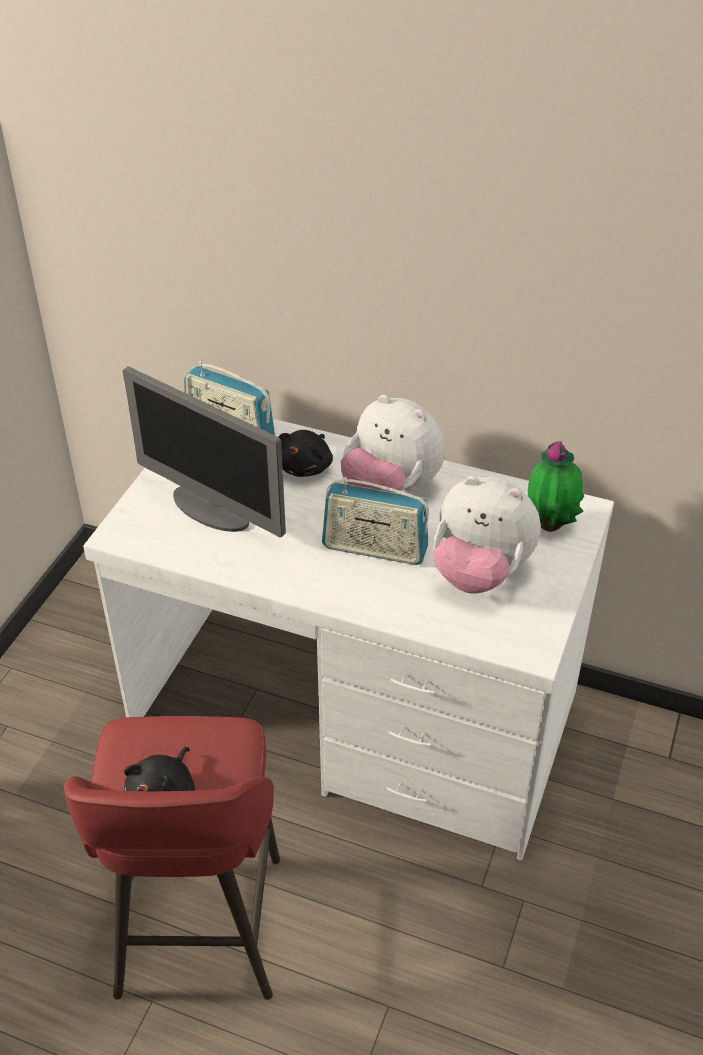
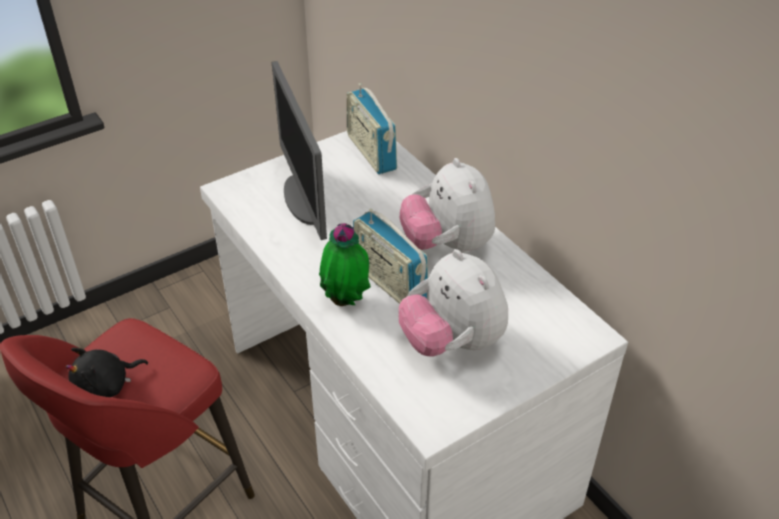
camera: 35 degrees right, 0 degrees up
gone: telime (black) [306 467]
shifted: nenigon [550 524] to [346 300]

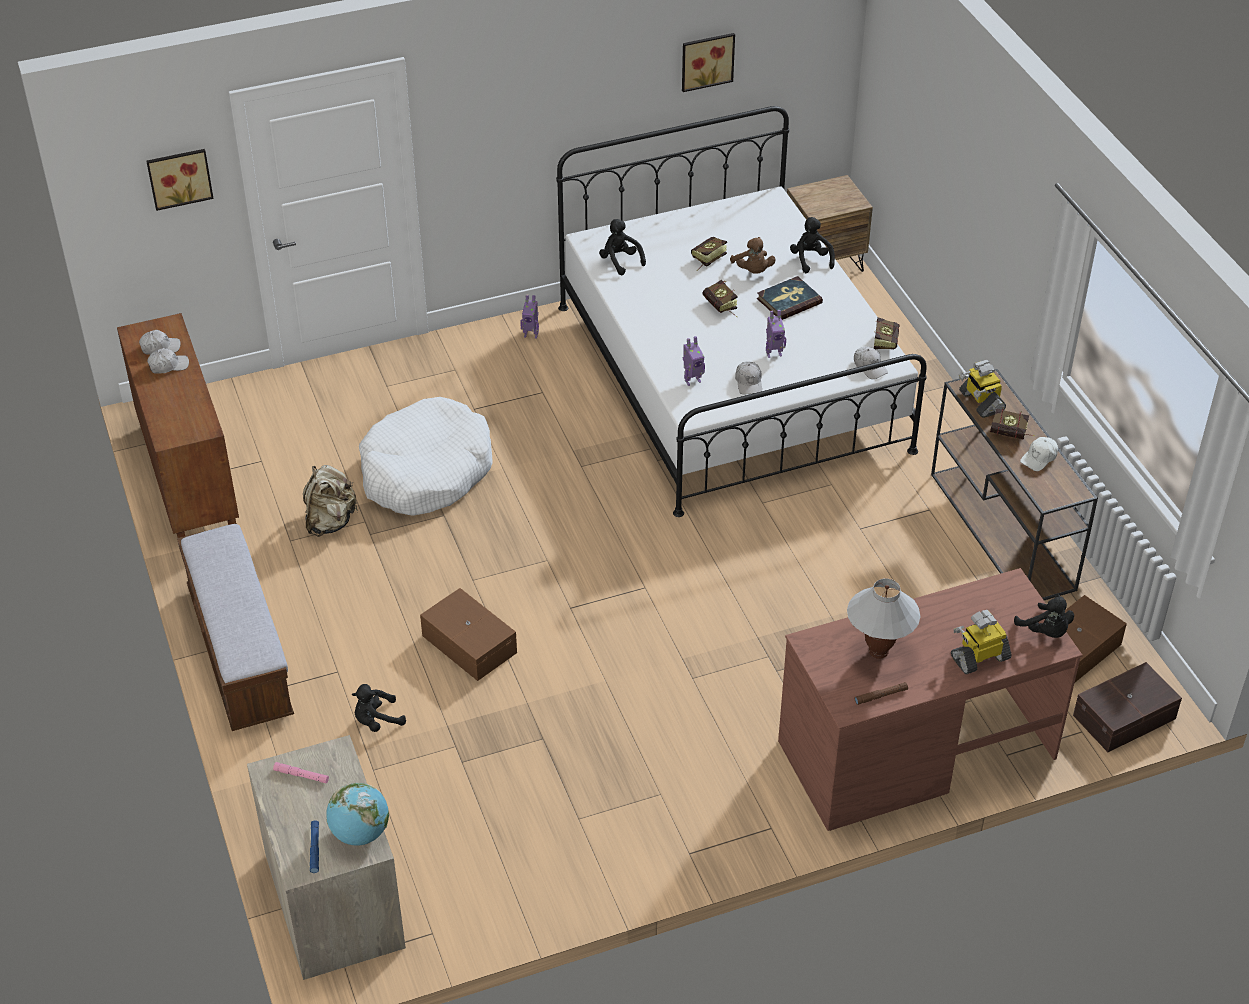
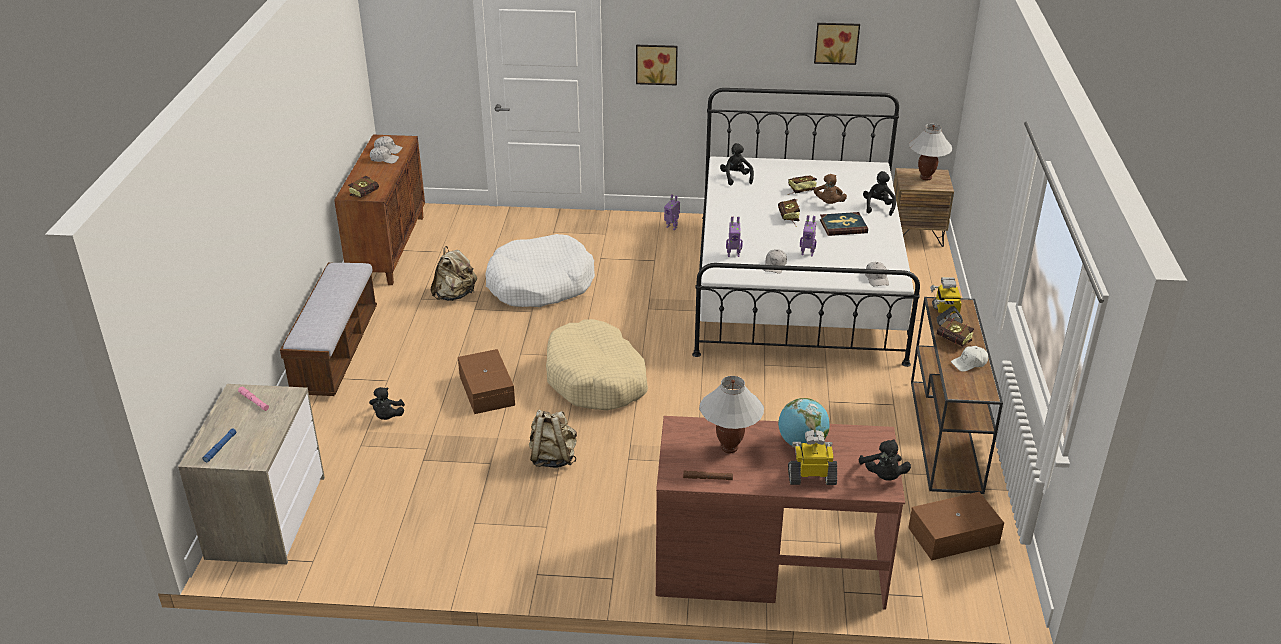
camera: 25 degrees right, 10 degrees down
gone: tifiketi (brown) [1126 718]
new: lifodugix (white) [926 178]; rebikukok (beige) [596 379]; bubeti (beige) [553 458]
shifted: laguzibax [179 177] to [656 63]; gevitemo [885 340] to [367 194]; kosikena [360 833] to [802 443]
rotated: telime (black) [377 721] = [388 417] 90 degrees counterclockwise

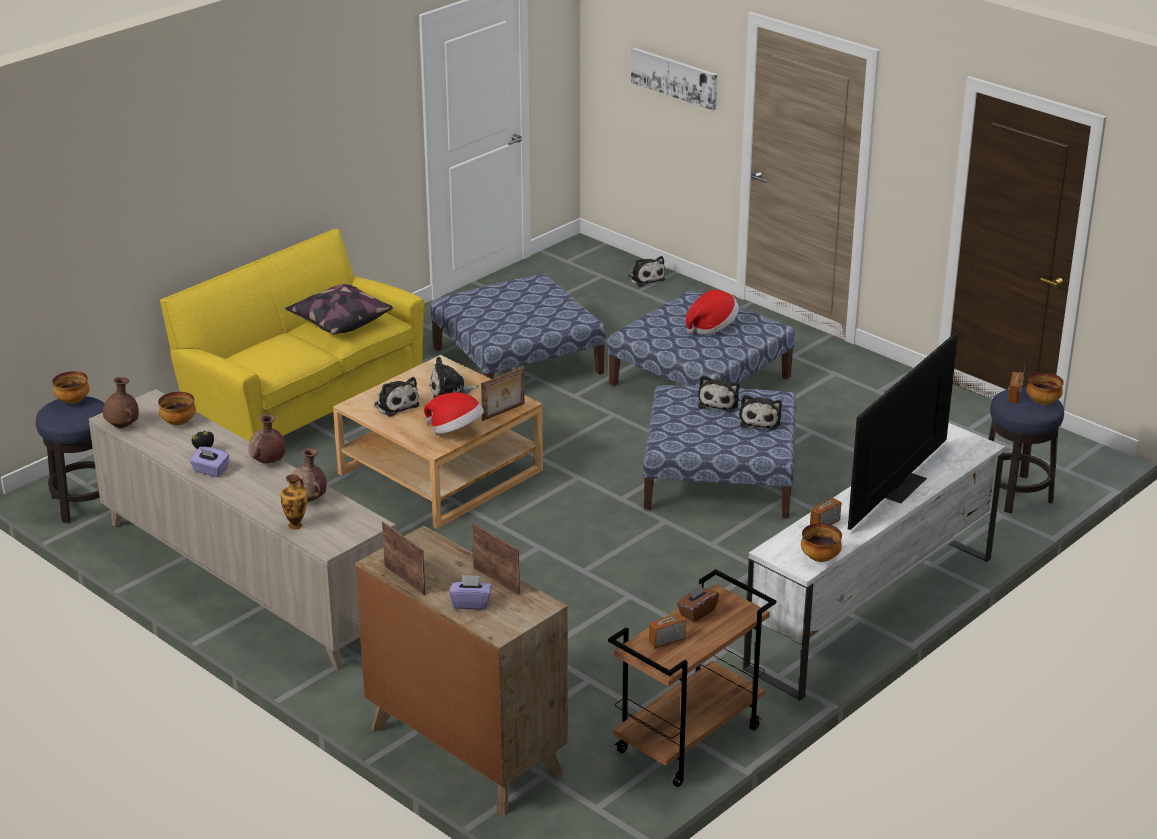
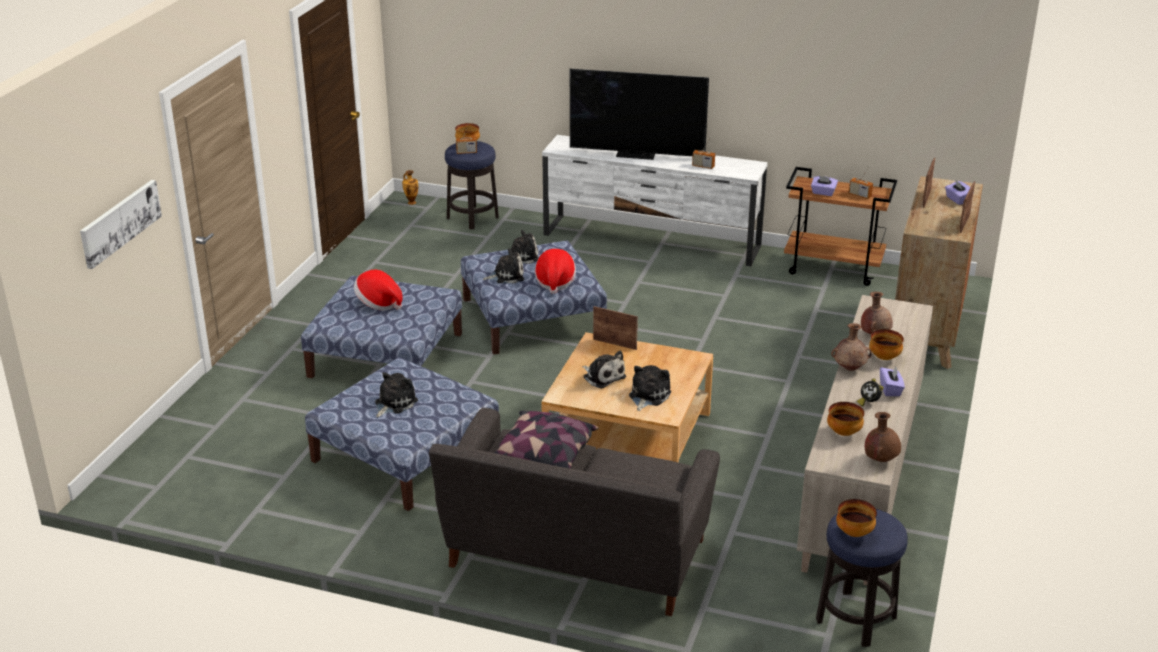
camera: 115 degrees left, 0 degrees up
shifted: telime [645 278] to [394 403]; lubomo [455 431] to [555 282]; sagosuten [296 525] to [411 202]; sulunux [820 558] to [884 357]
repainted: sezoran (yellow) [302 404] to sezoran (grey) [575 555]; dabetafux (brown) [697 612] to dabetafux (purple) [823 193]

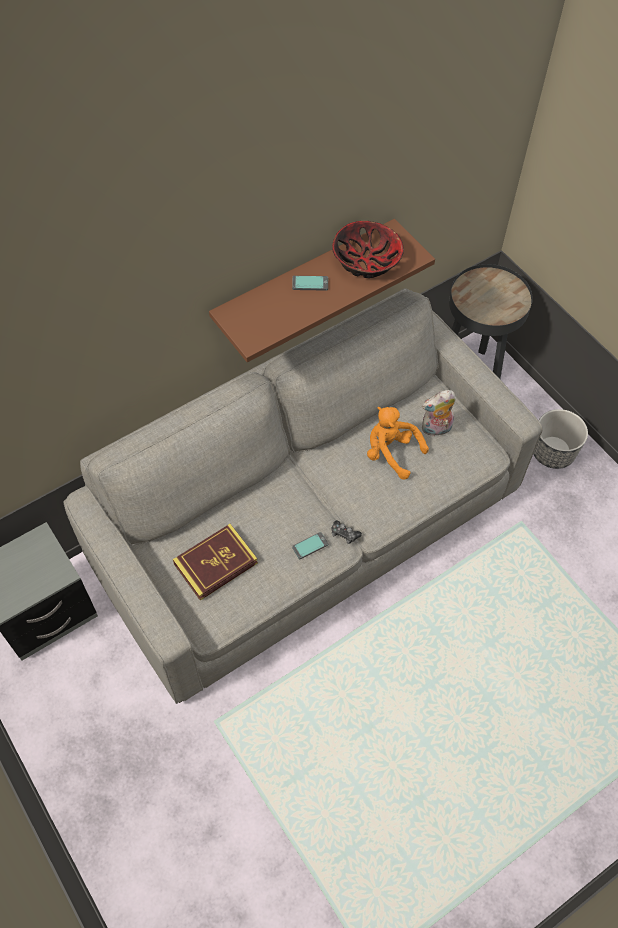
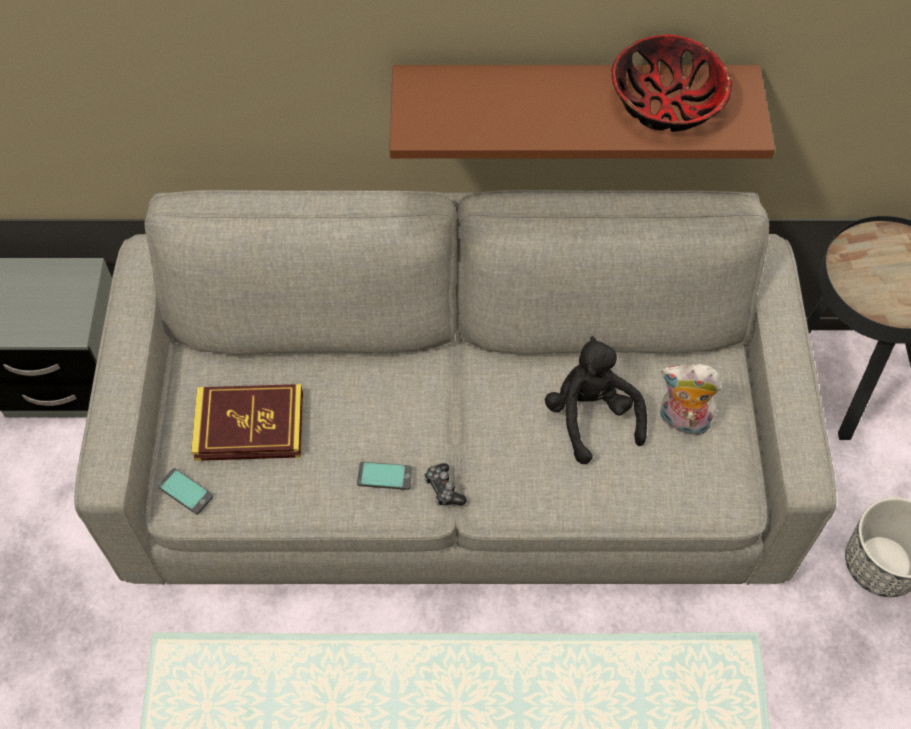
camera: 35 degrees right, 0 degrees up
shifted: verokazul [310 283] to [186 491]
repainted: telime (orange) [391 453] to telime (black) [591 417]

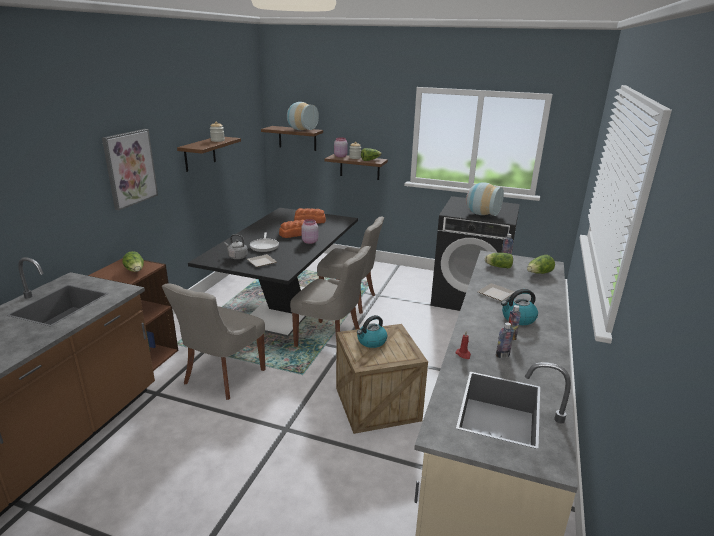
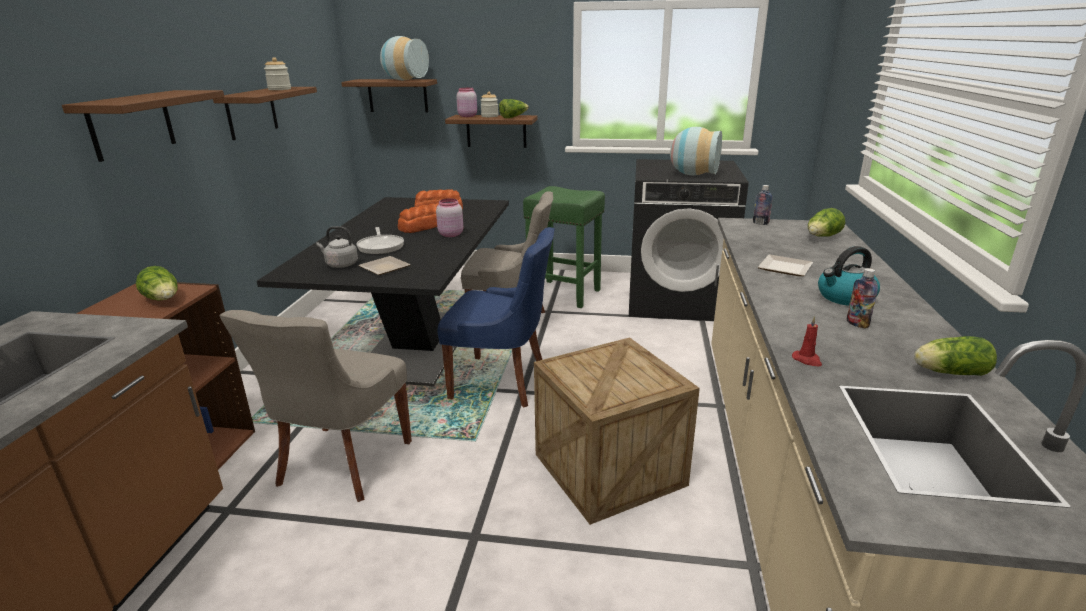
camera: 10 degrees left, 0 degrees up
gone: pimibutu [371 341]; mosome [502 355]
new: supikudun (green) [565 294]
shifted: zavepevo [497 266] to [947 372]
swapped: laguzibax [130 168] to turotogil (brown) [131 124]
repainted: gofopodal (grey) [330 340] to gofopodal (blue) [501 382]

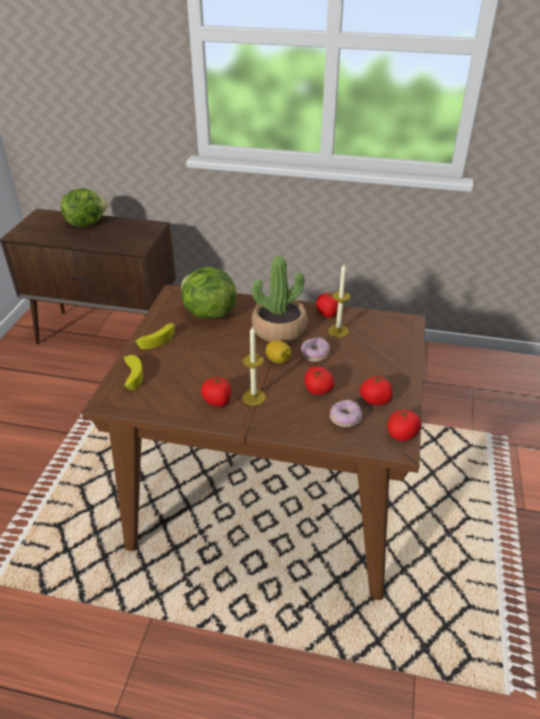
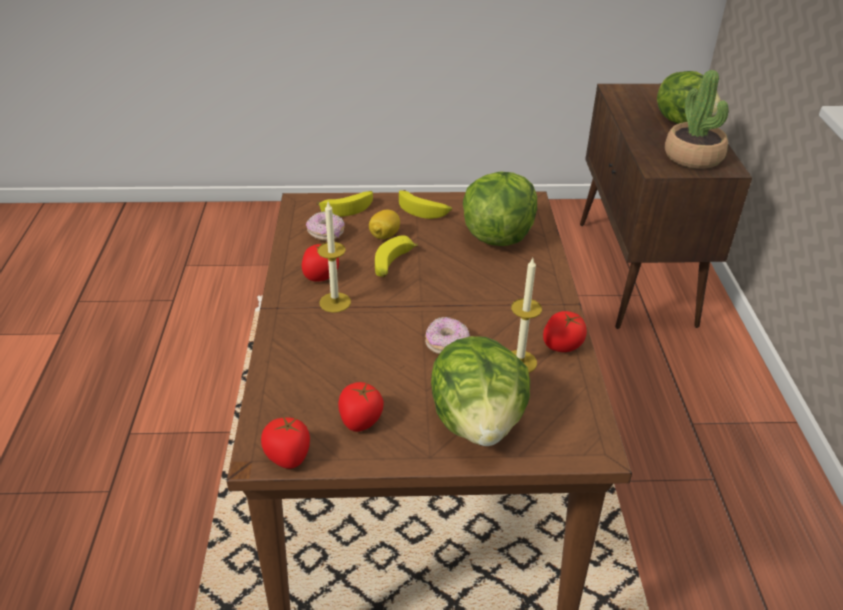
camera: 75 degrees right, 0 degrees up
gone: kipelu [317 390]
new: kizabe [393 265]; zavepevo [478 421]
shifted: nenigon [279 329] to [693 157]; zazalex [278 360] to [384 236]; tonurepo [345 419] to [326 234]

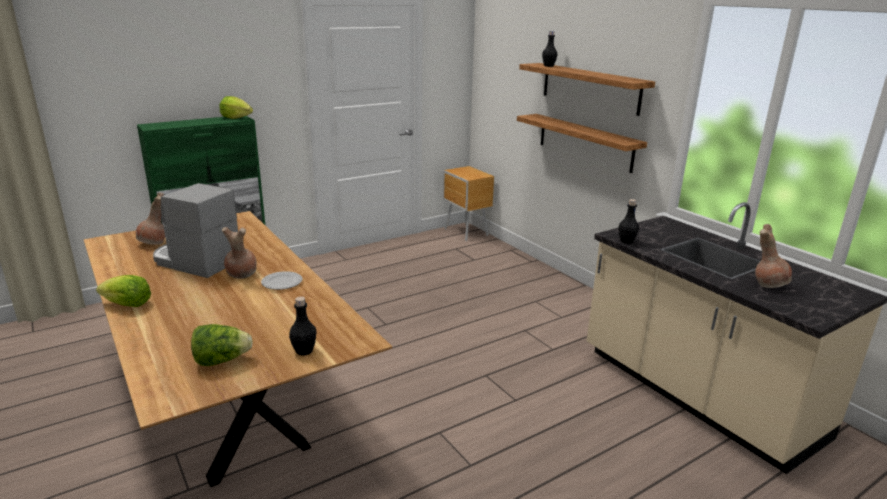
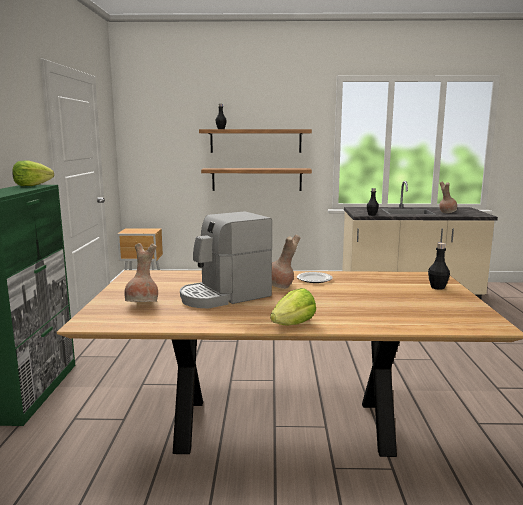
camera: 55 degrees left, 10 degrees down
gone: zavepevo [221 360]

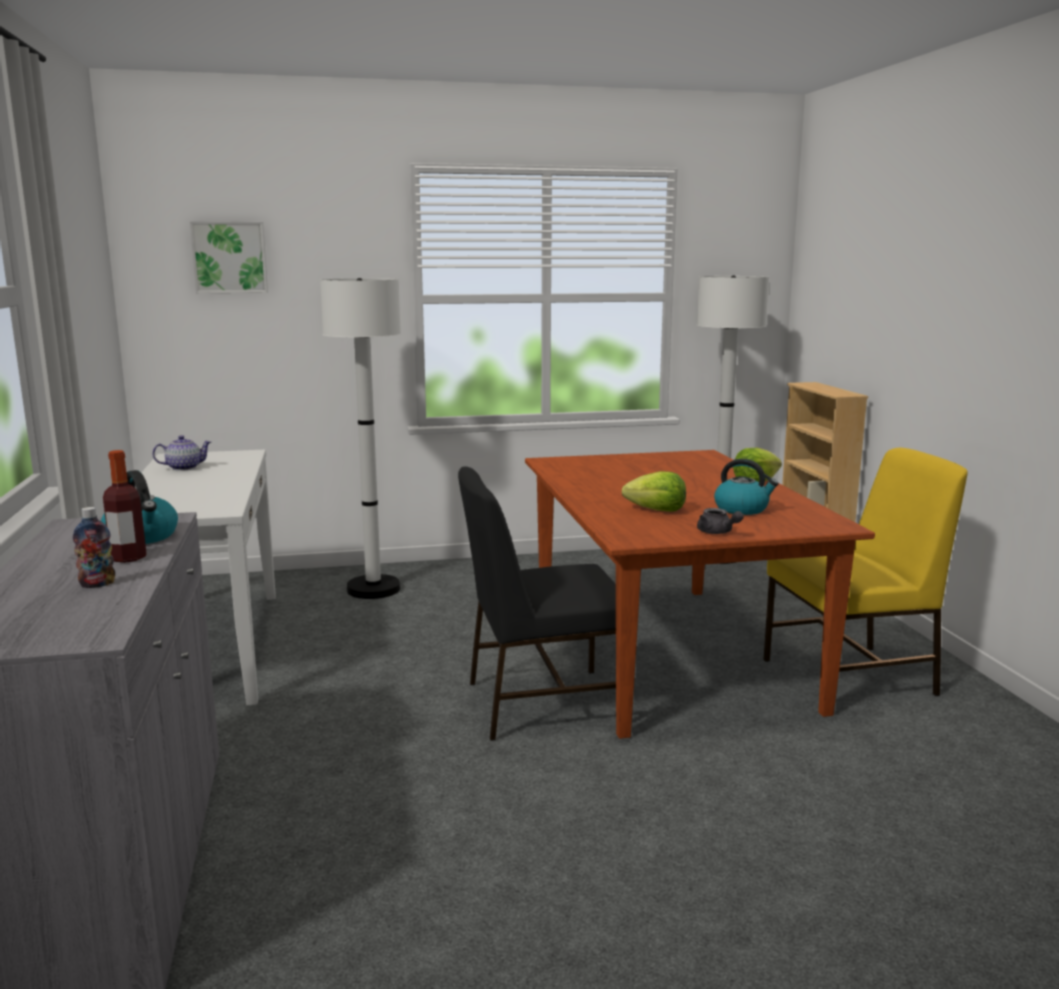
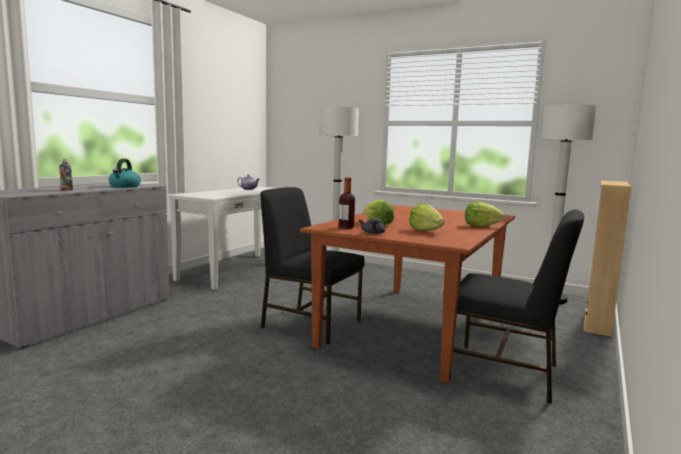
camera: 40 degrees right, 5 degrees down
gone: laguzibax [230 257]
shifted: mosome [128 558] to [346 227]
swapped: pimibutu [742 509] to zavepevo [425 230]
repainted: gofopodal (yellow) [851 677] to gofopodal (black) [505 372]

